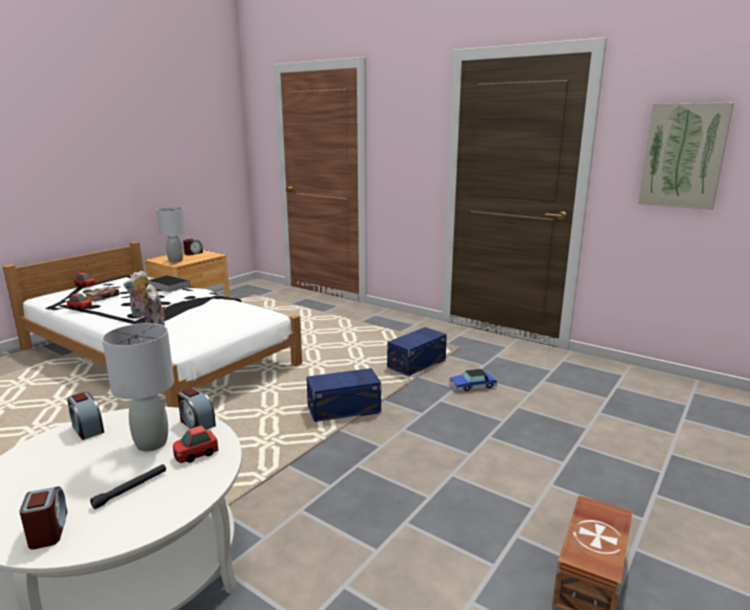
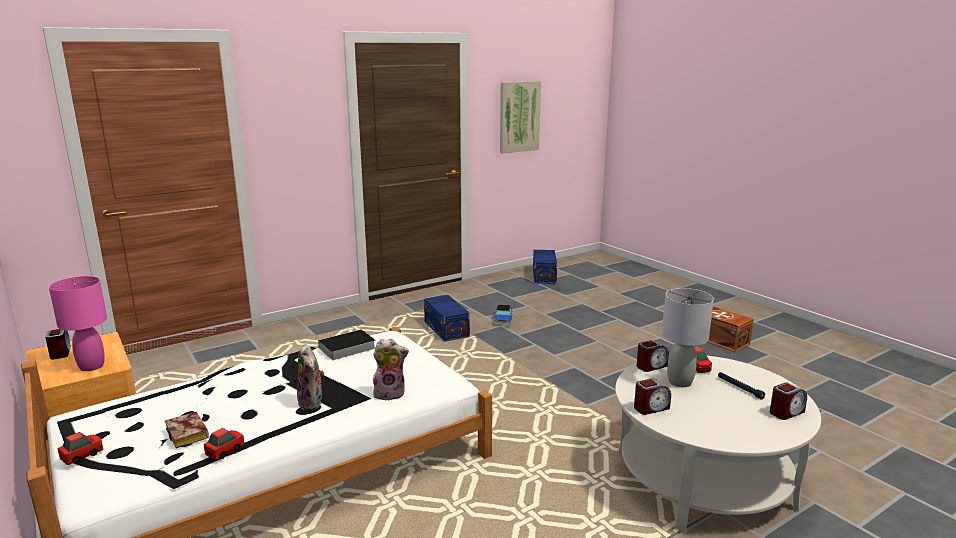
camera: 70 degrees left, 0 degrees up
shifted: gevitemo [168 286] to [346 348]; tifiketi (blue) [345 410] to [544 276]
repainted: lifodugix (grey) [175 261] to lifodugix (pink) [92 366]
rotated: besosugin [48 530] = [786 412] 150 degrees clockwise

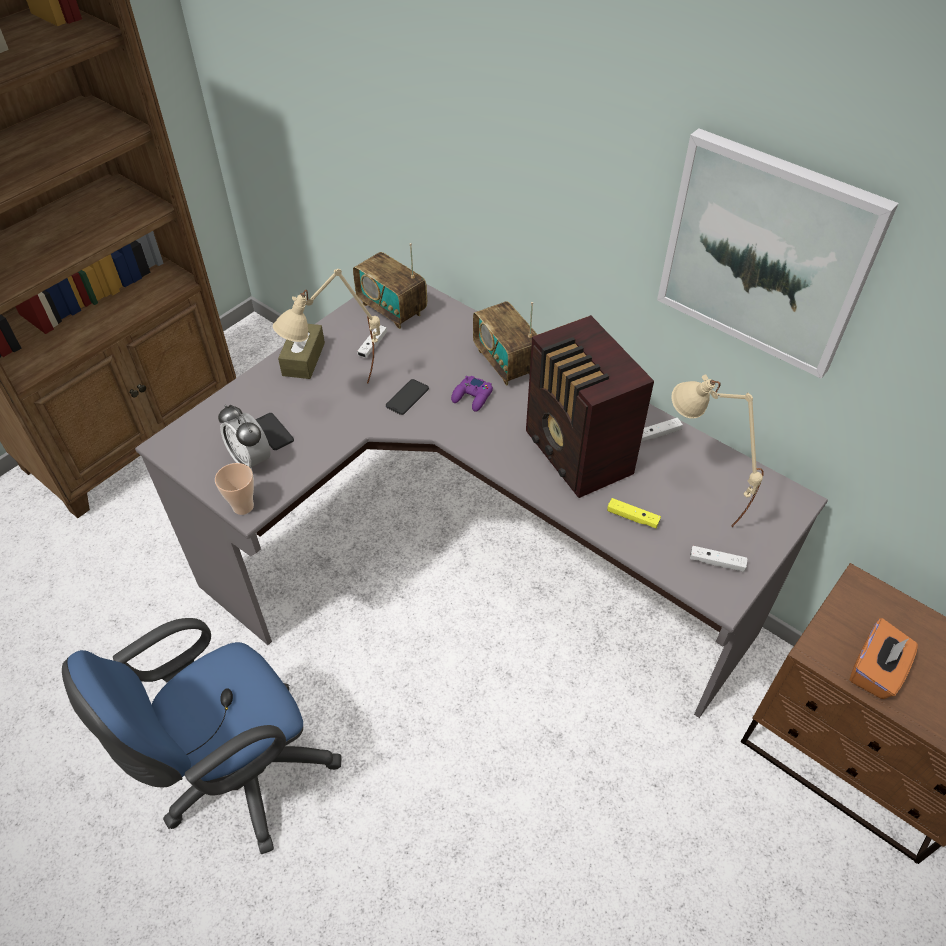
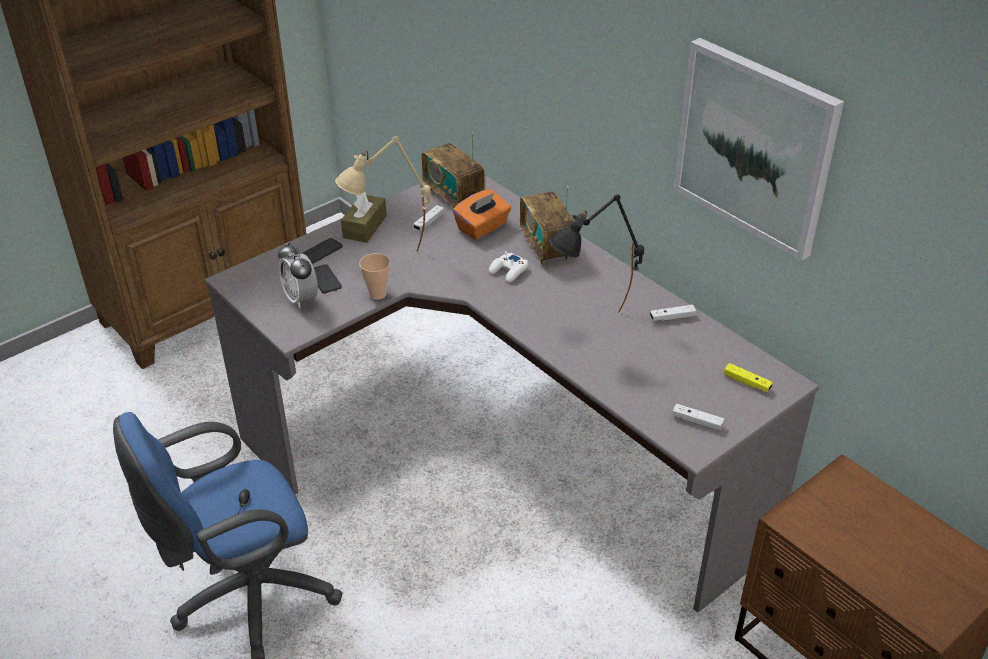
camera: 10 degrees right, 10 degrees down
gone: lifodugix (beige) [694 507]
shifted: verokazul [407 397] to [321 251]; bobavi [243 506] to [377 294]; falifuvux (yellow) [632 517] to [747 382]; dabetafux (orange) [875 671] to [482 228]
swapped: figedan [577 455] to lifodugix (black) [593 326]
repainted: falifuvux (purple) [472 397] to falifuvux (white) [509 271]

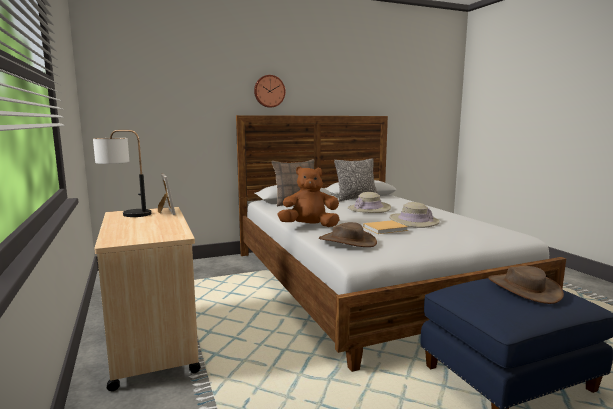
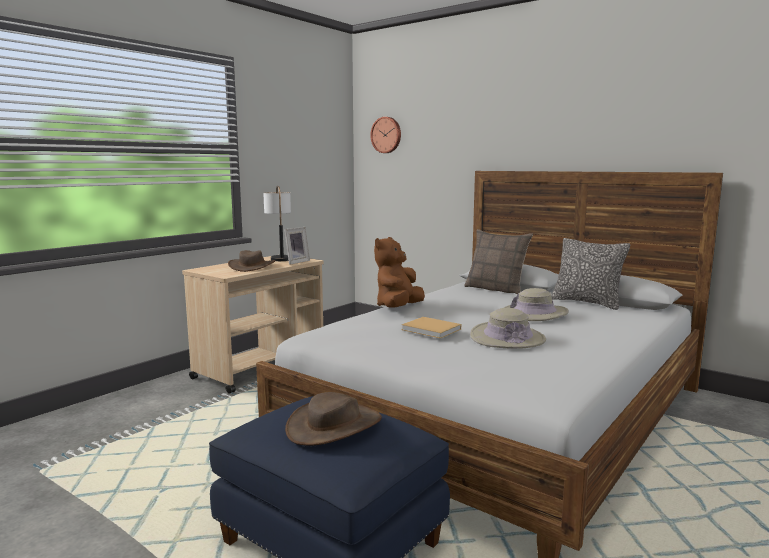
camera: 60 degrees right, 0 degrees up
shifted: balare [269 91] to [386 135]; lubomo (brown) [347 241] to [252 266]
rotated: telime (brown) [309 226] = [398 307] 120 degrees counterclockwise

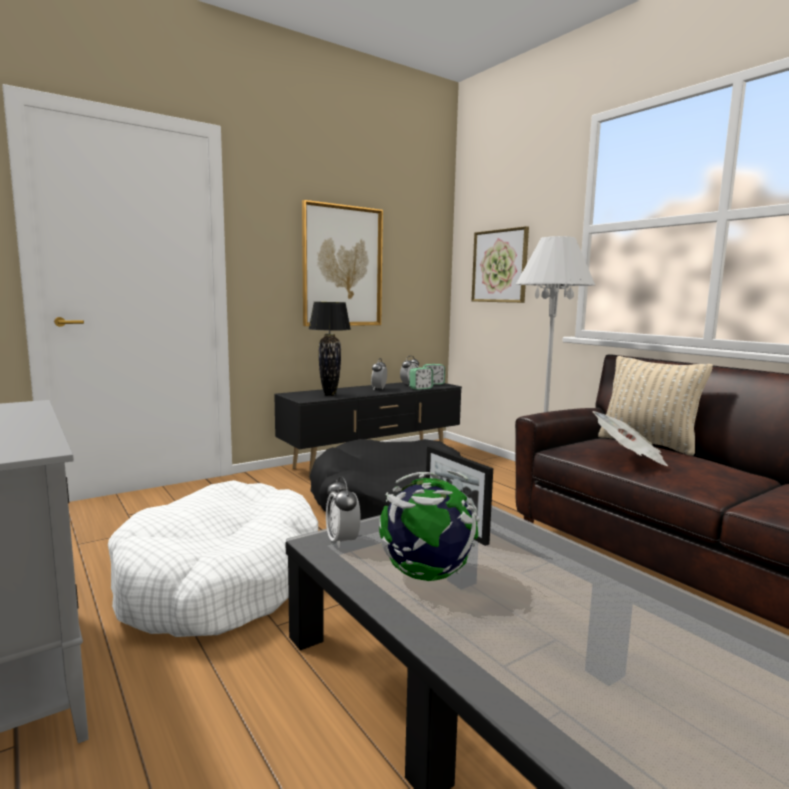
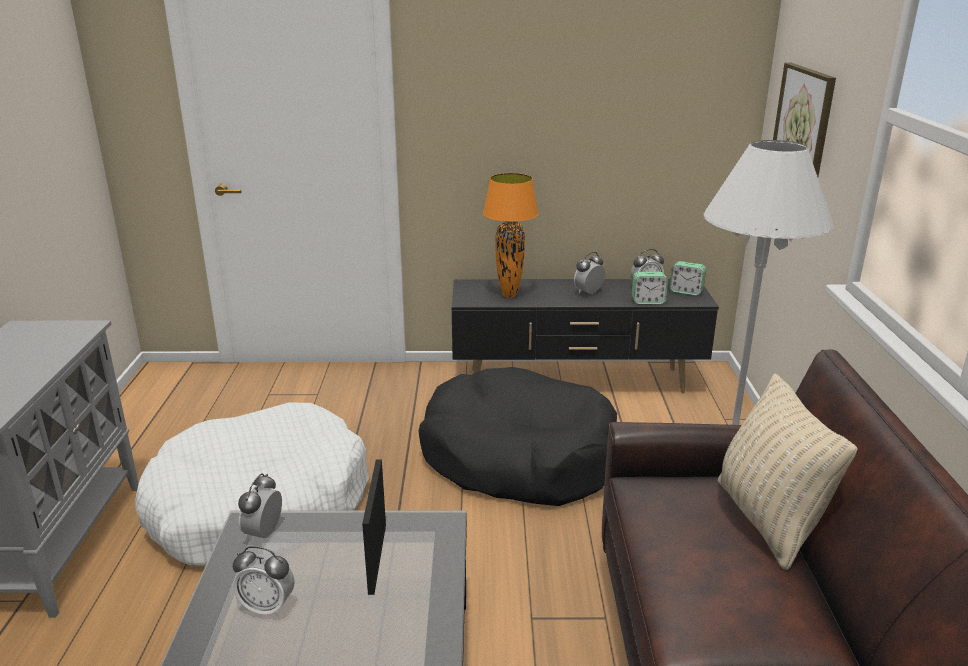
camera: 35 degrees right, 15 degrees up
gone: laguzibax [342 266]; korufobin [629 457]
swapped: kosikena [426 575] to besosugin [267 607]
repainted: lifodugix (black) [329 394] to lifodugix (orange) [508 295]

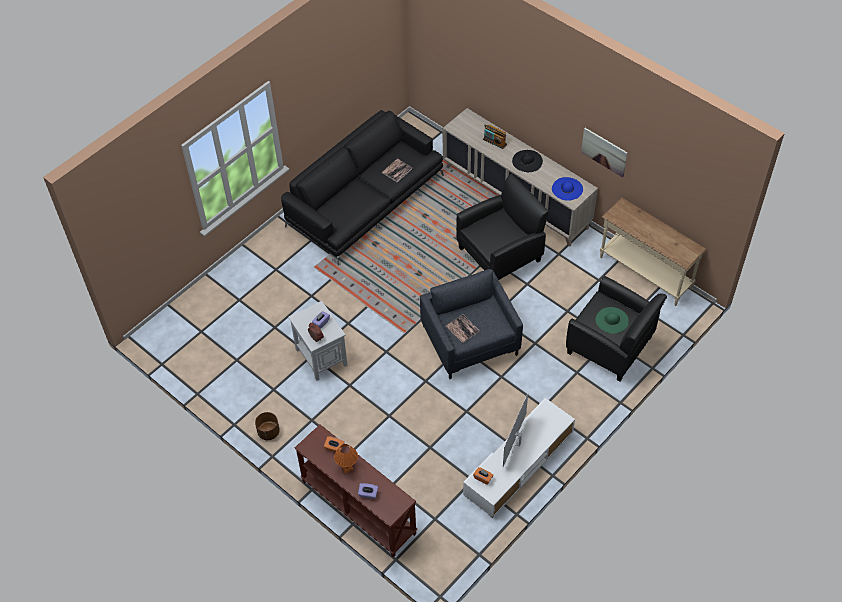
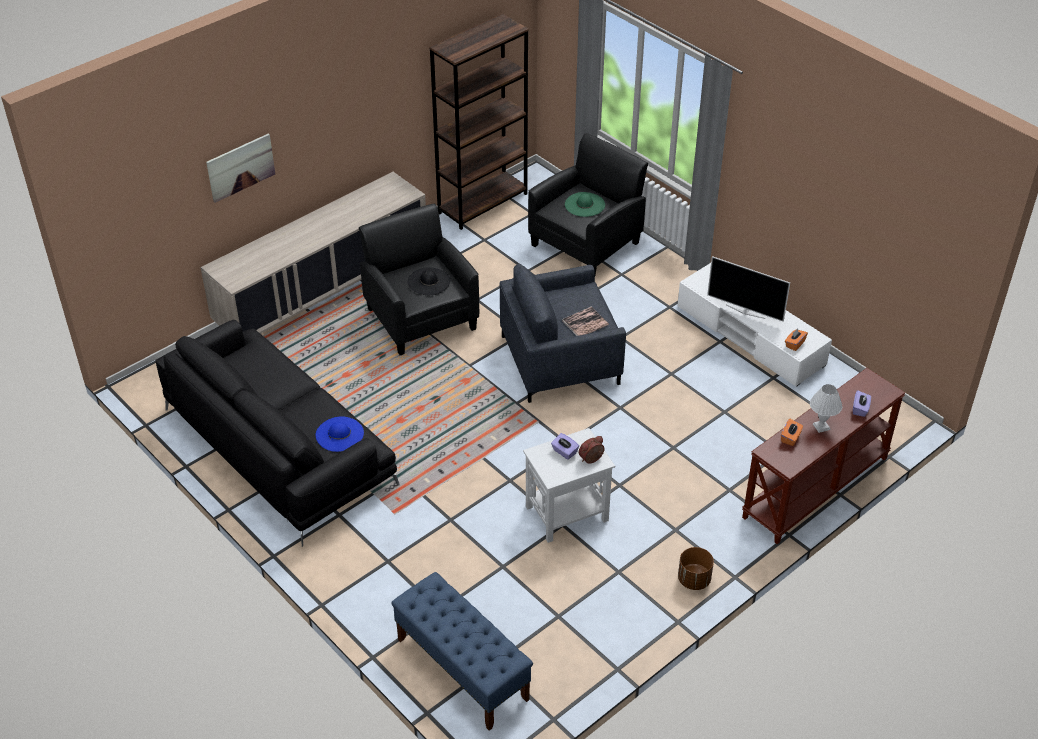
camera: 85 degrees left, 10 degrees down
gone: figedan [494 142]; gevitemo [397 170]
new: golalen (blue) [462 669]
shifted: laguzibax [604 152] to [240 167]; lubomo (black) [527 161] to [428 281]; lubomo (blue) [567 189] to [339 434]
swapped: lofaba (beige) [644 273] to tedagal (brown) [483 203]
repainted: lifodugix (orange) [347 468] to lifodugix (white) [821 427]

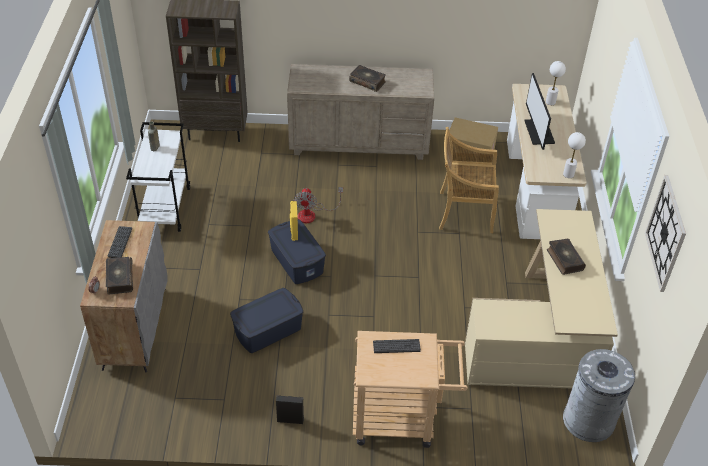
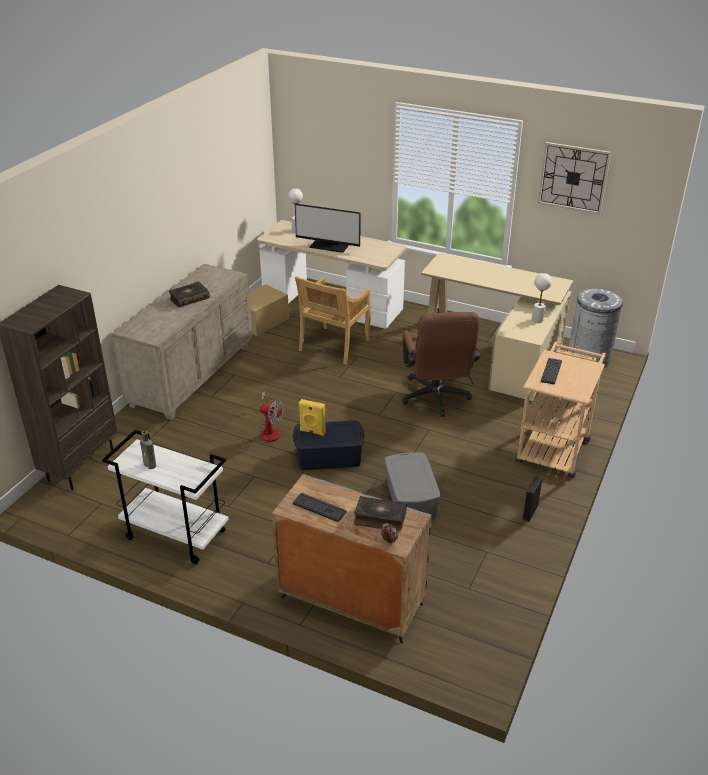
camera: 65 degrees left, 10 degrees down
gone: gevitemo [564 260]
new: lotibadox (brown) [436 399]
shifted: lifodugix (white) [568 174] to [537 319]
repainted: tifiketi (blue) [267 330] to tifiketi (grey) [410 499]

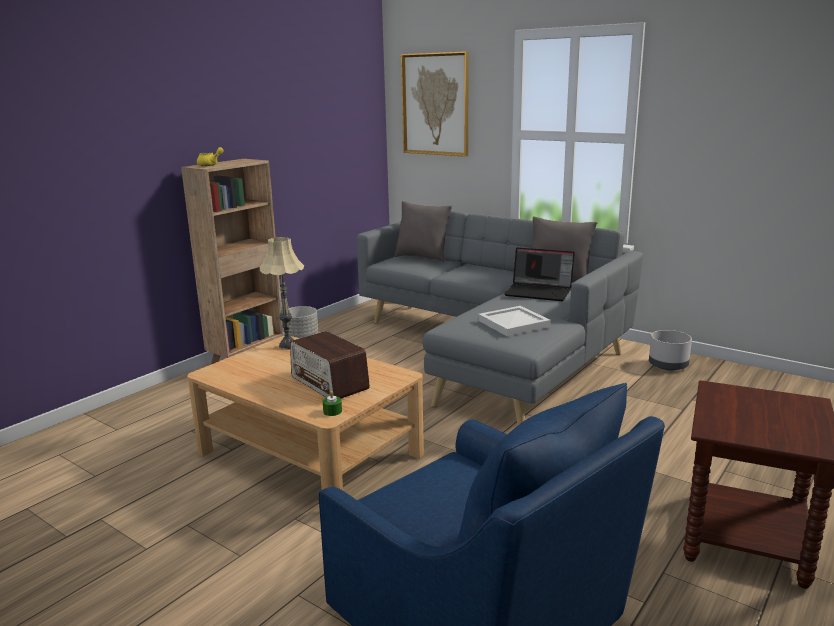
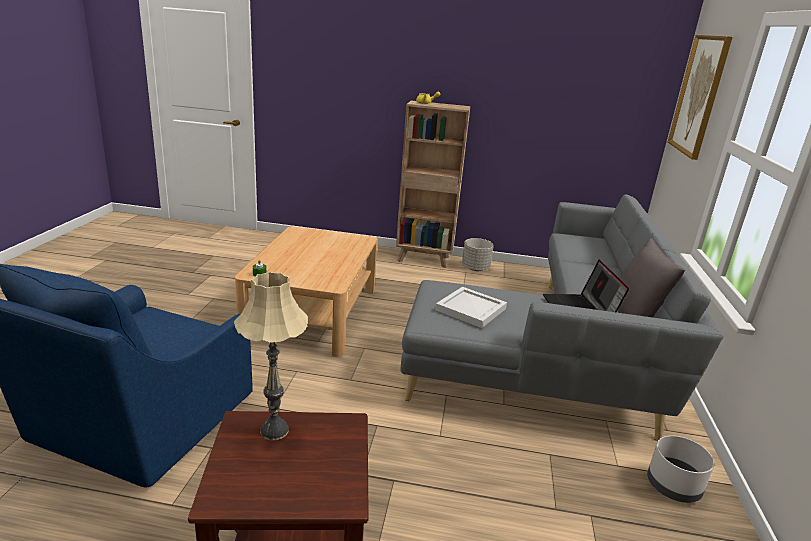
camera: 60 degrees right, 5 degrees up
gone: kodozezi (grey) [422 257]; figedan [329 383]
shifted: lifodugix (beige) [288 346] to [274 431]

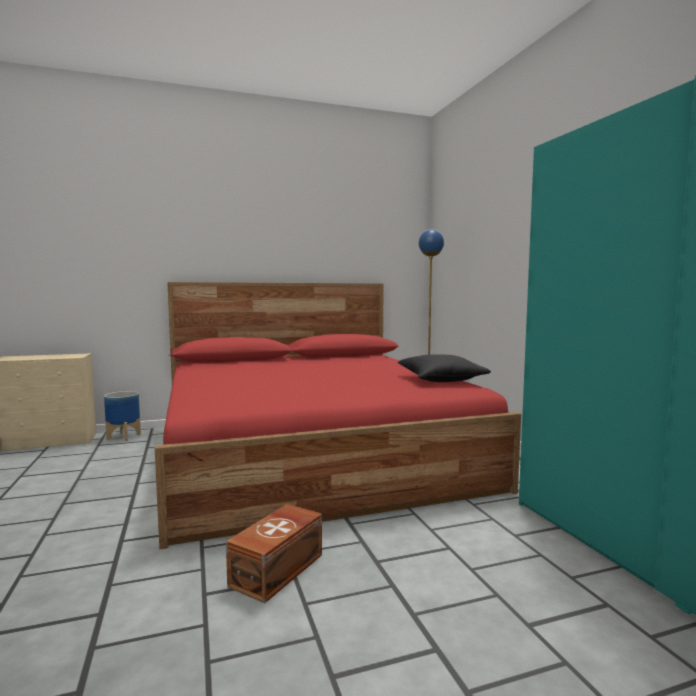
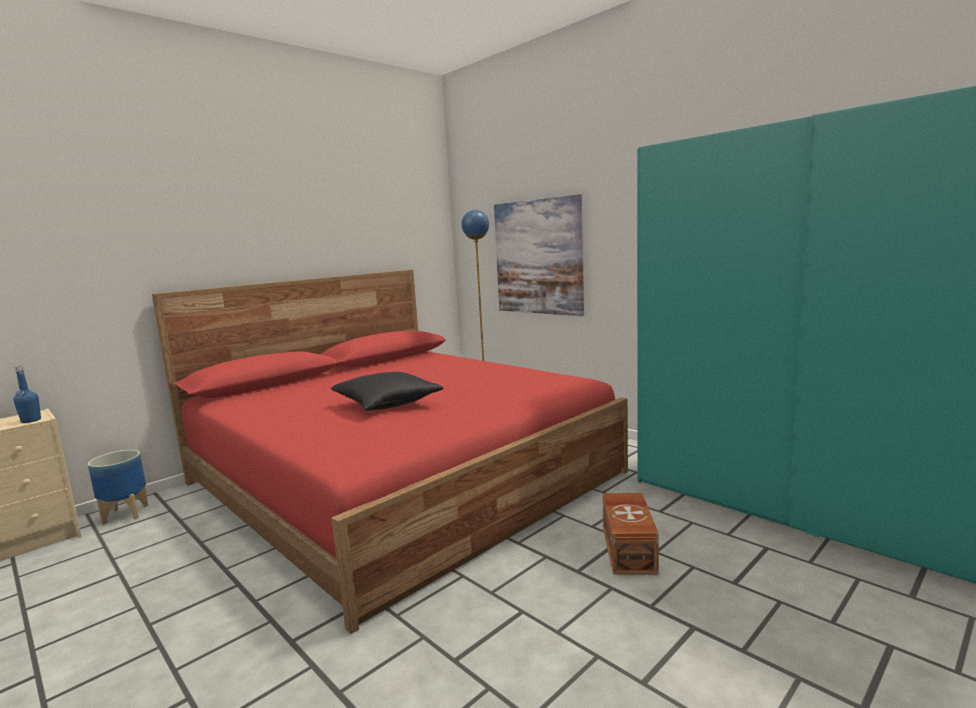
camera: 25 degrees left, 5 degrees up
new: laguzibax [538 257]; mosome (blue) [31 420]
shifted: kodozezi (black) [441 380] to [387 404]; tifiketi (brown) [279 569] to [629 549]

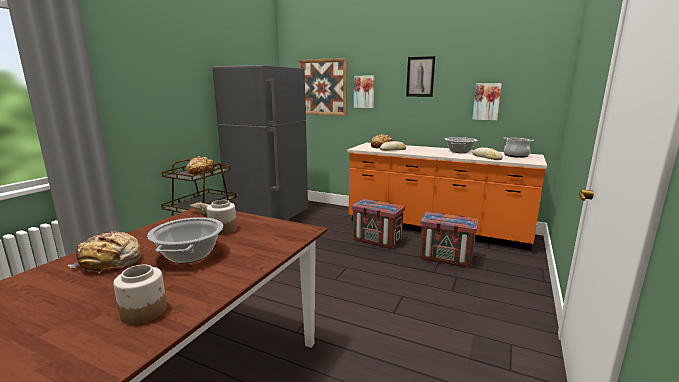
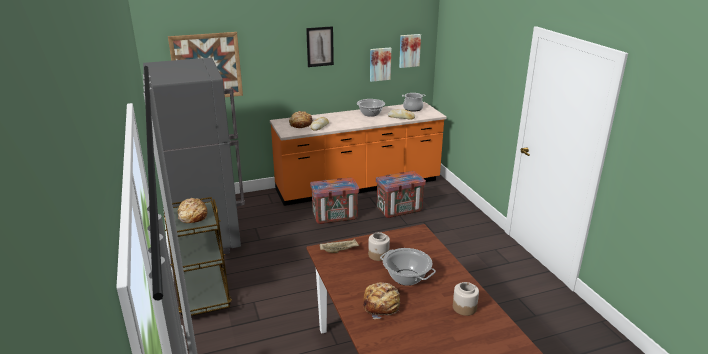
camera: 45 degrees left, 10 degrees up
shifted: laguzibax [364 91] to [409 50]

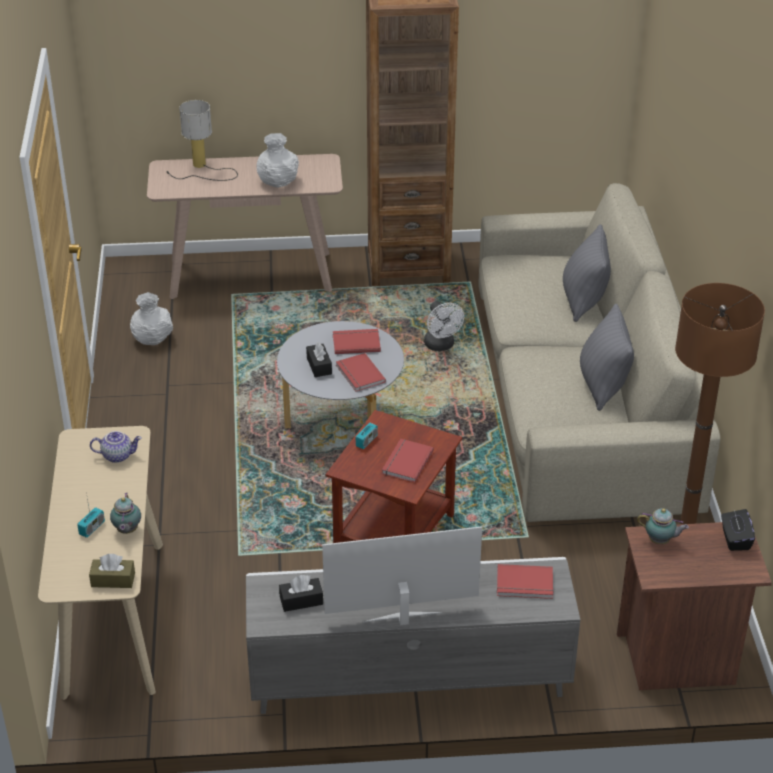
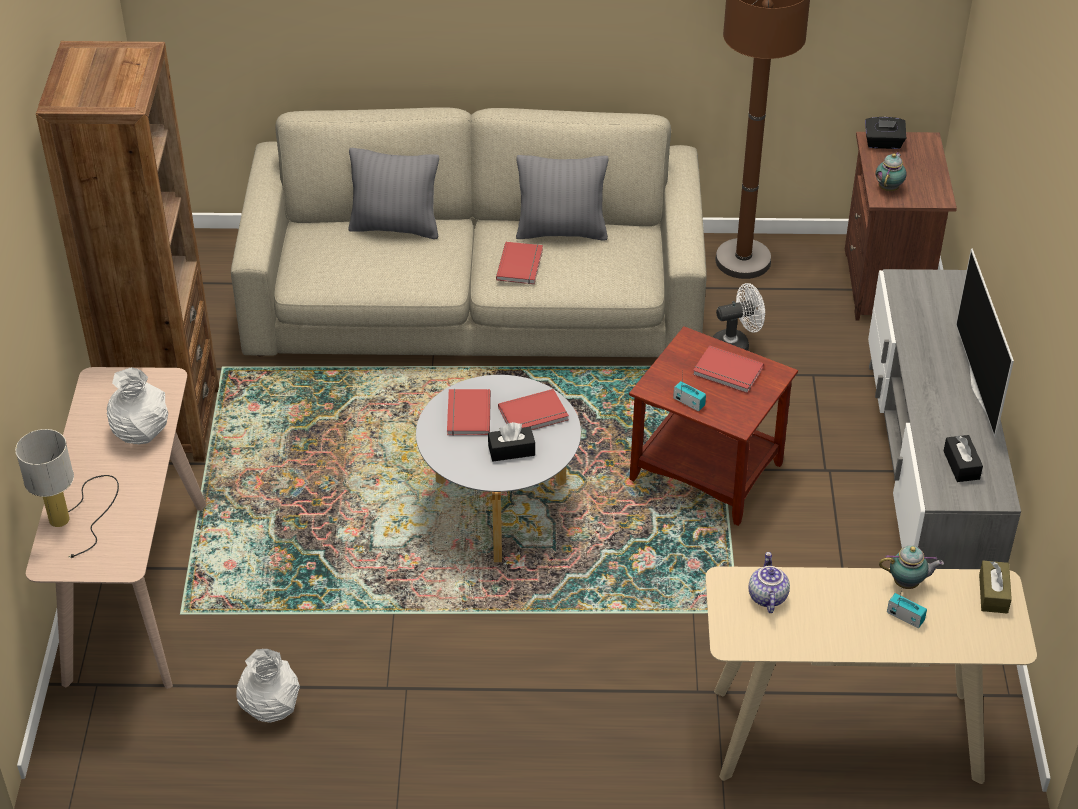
camera: 85 degrees left, 5 degrees up
shifted: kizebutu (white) [441 346] to [736 346]; gevitemo (red) [525 584] to [521 265]

